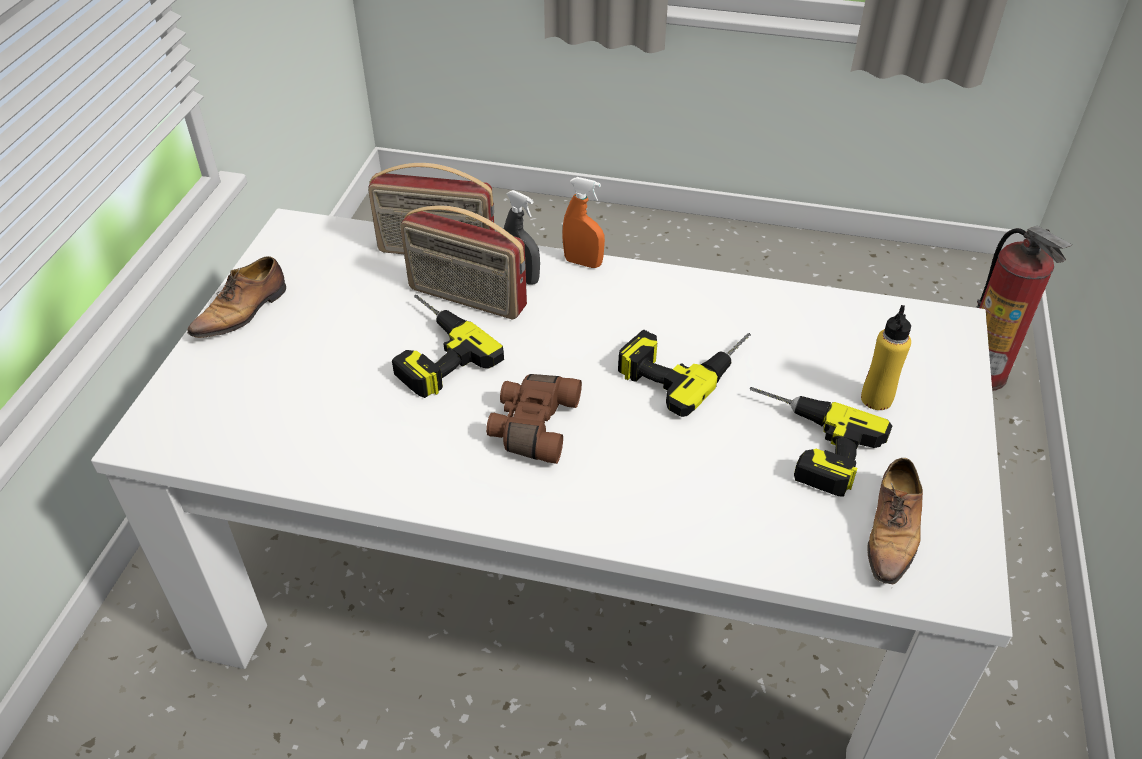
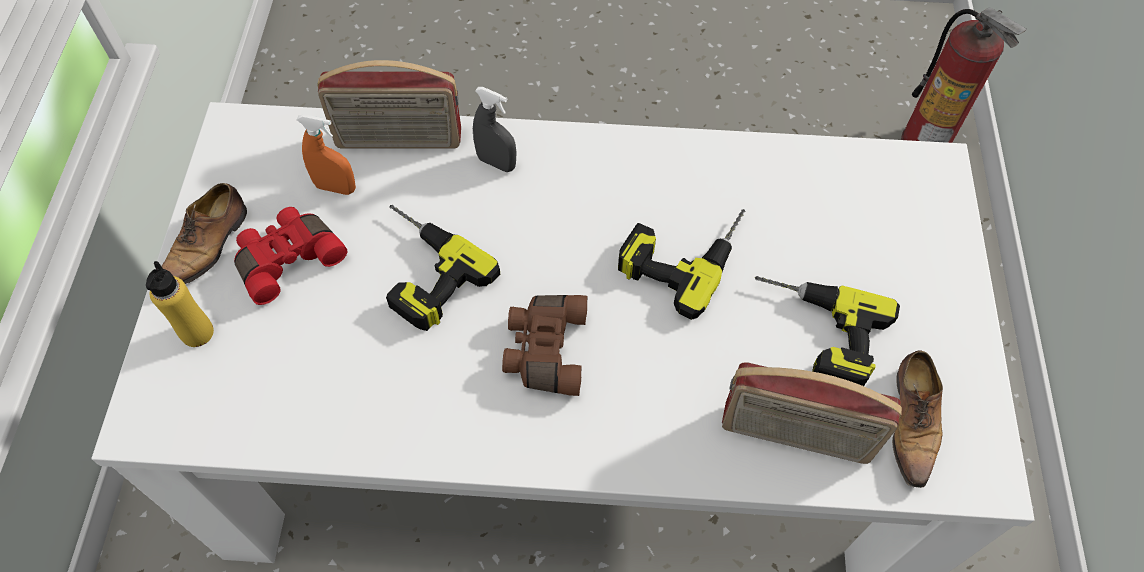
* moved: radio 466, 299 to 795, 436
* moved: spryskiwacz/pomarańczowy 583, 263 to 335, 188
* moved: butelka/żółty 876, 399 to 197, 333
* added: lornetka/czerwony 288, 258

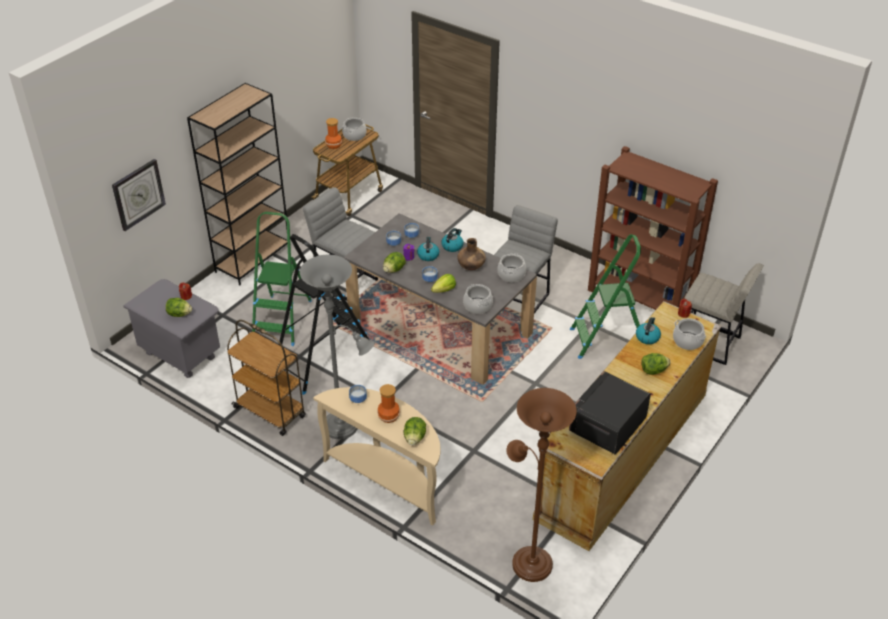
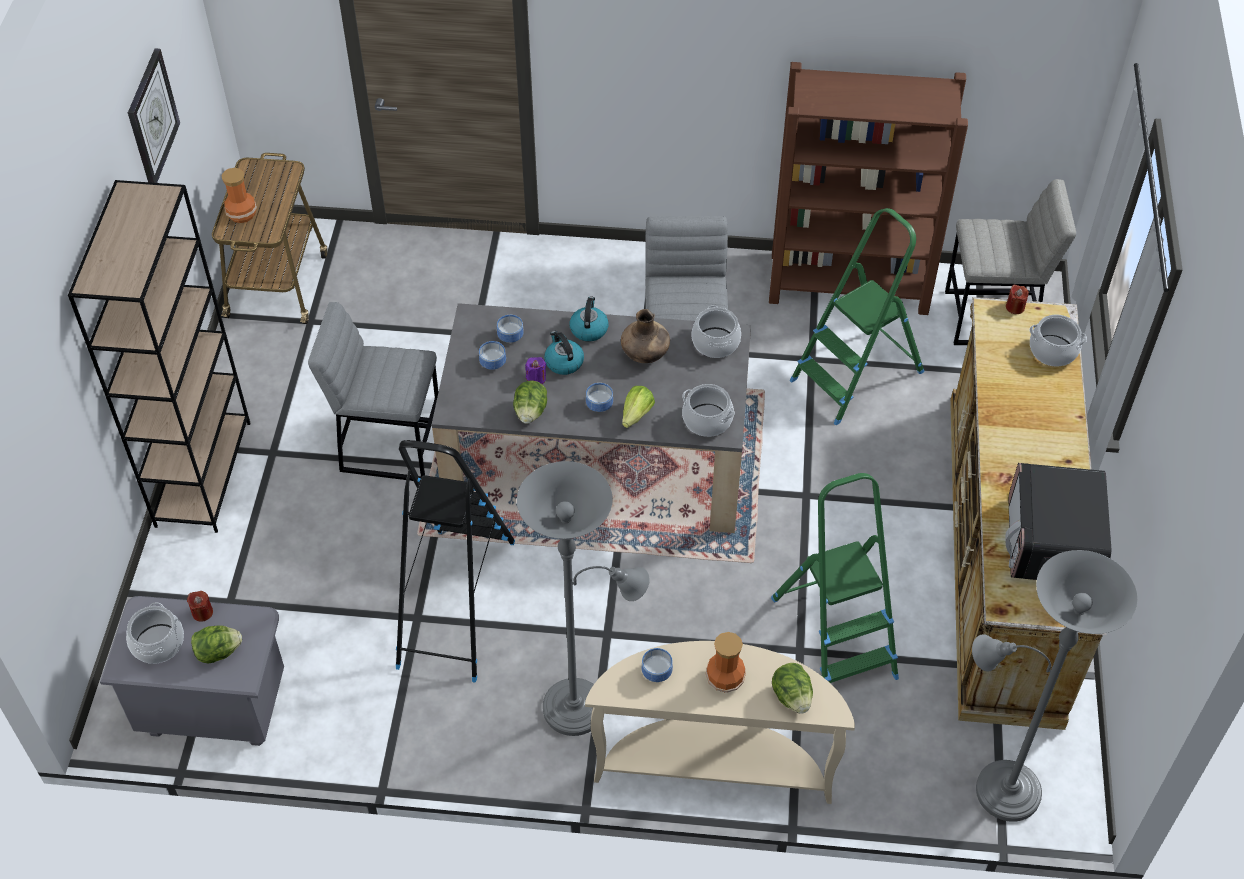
* moved: zegar ścienny 138, 194 to 152, 118
* removed: wózek/brązowy 270, 413
* moved: drabinka/zielony 282, 320 to 834, 638
* moved: garnek 354, 135 to 158, 643
* recoloured: lampa stojąca/brązowy 529, 560 to lampa stojąca/szary 999, 788
* removed: czajnik 647, 337
* removed: sałata 653, 370

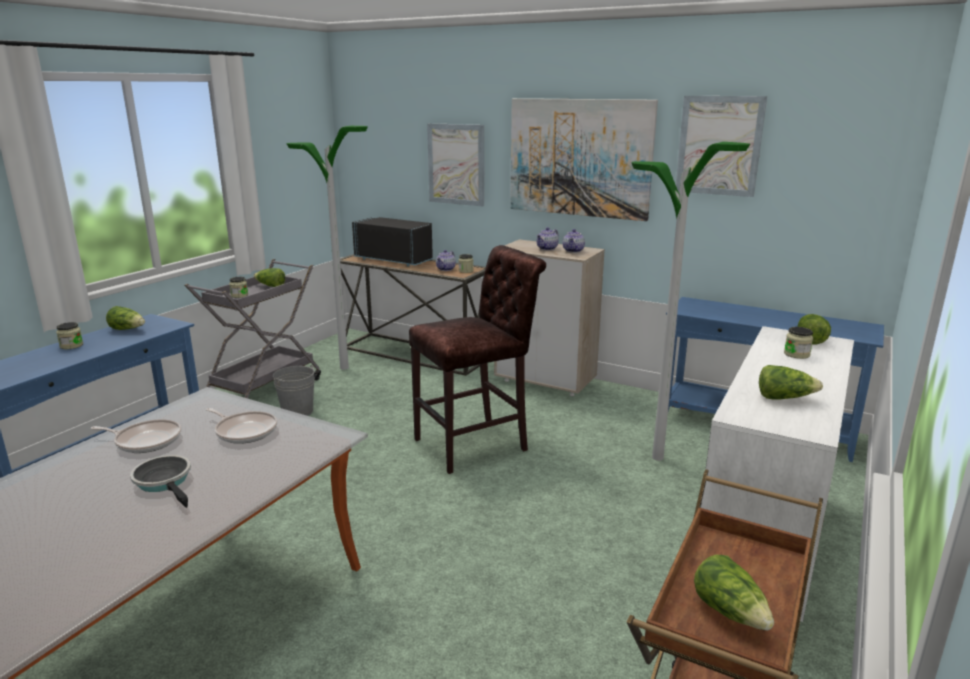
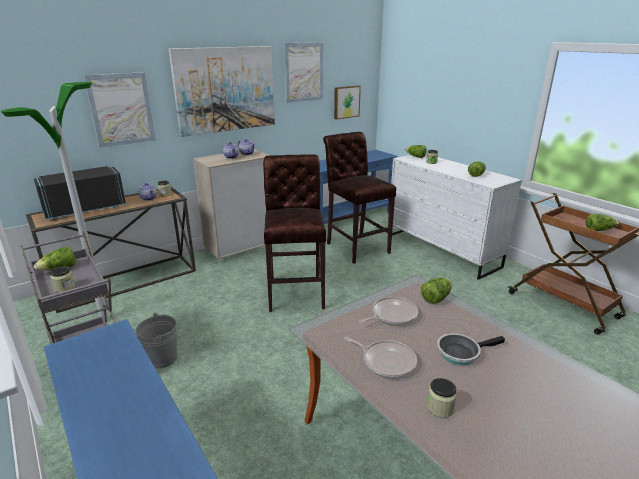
* moved: słoik 71, 346 to 440, 407
* turned: patelnia 146, 441 = 386, 361 90 degrees clockwise
* moved: sałata 128, 329 to 436, 298
* replaced: lampa stojąca 658, 457 to stołek/brązowy 356, 246
* added: obraz 346, 102

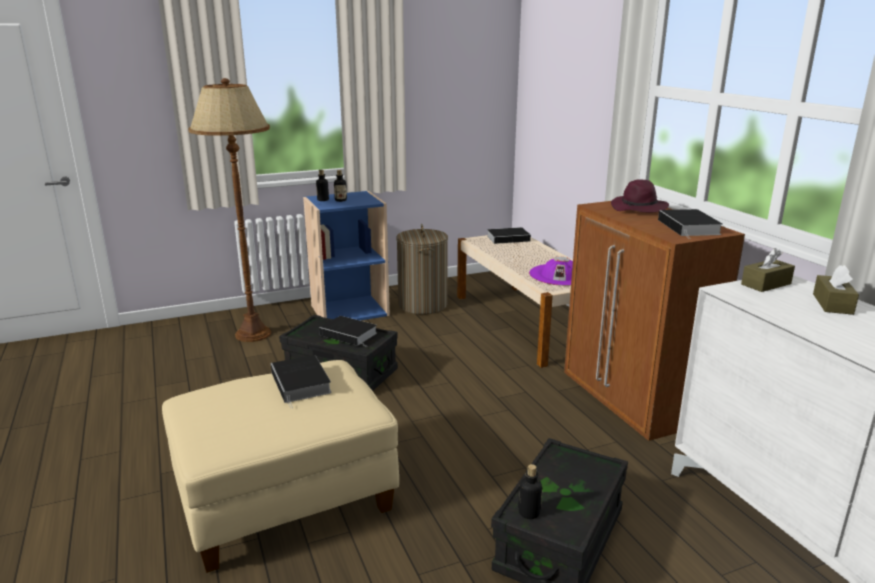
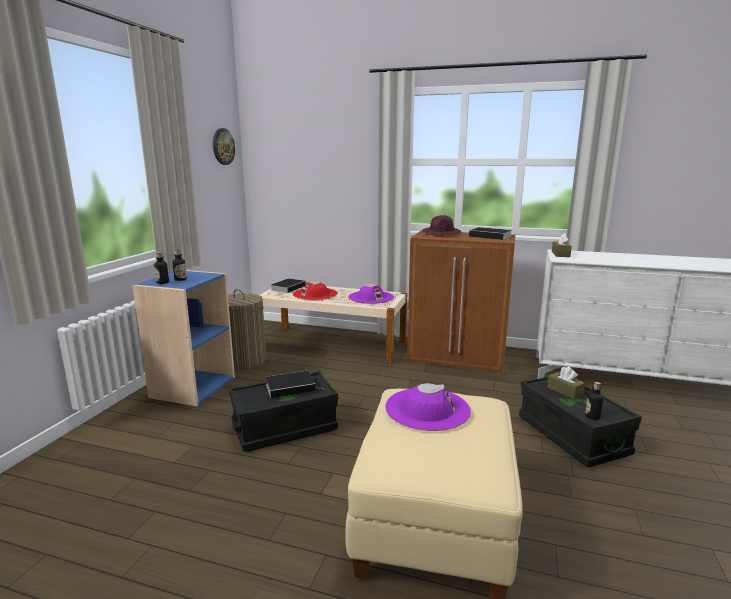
* removed: lampa stojąca/brązowy 252, 334
* replaced: książka 302, 384 to kapelusz/fioletowy 427, 409
* moved: pudełko chusteczek/brązowy 832, 304 to 564, 391
* added: zegar ścienny 223, 146
* added: kapelusz/czerwony 315, 294

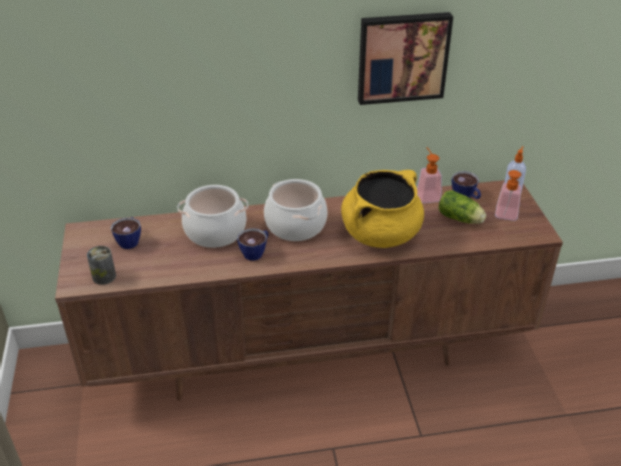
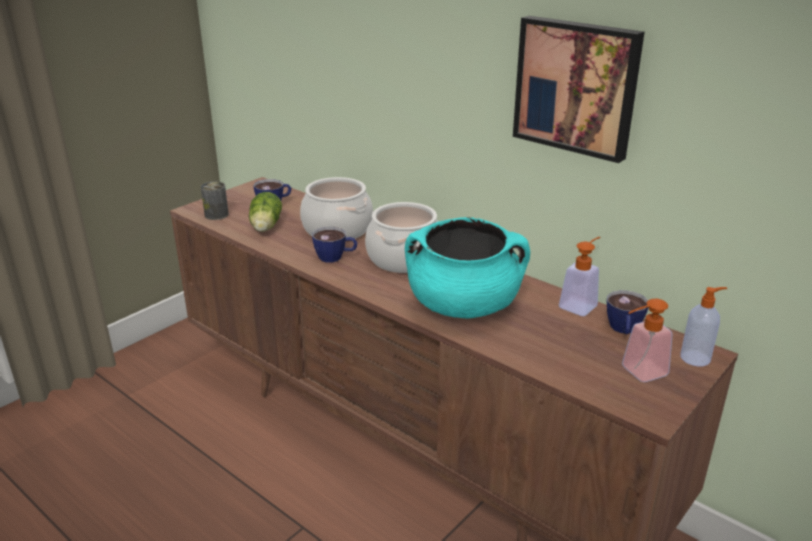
* recoloured: garnek/żółty 381, 234 to garnek/turkusowy 464, 306
* moved: sałata 461, 219 to 265, 227

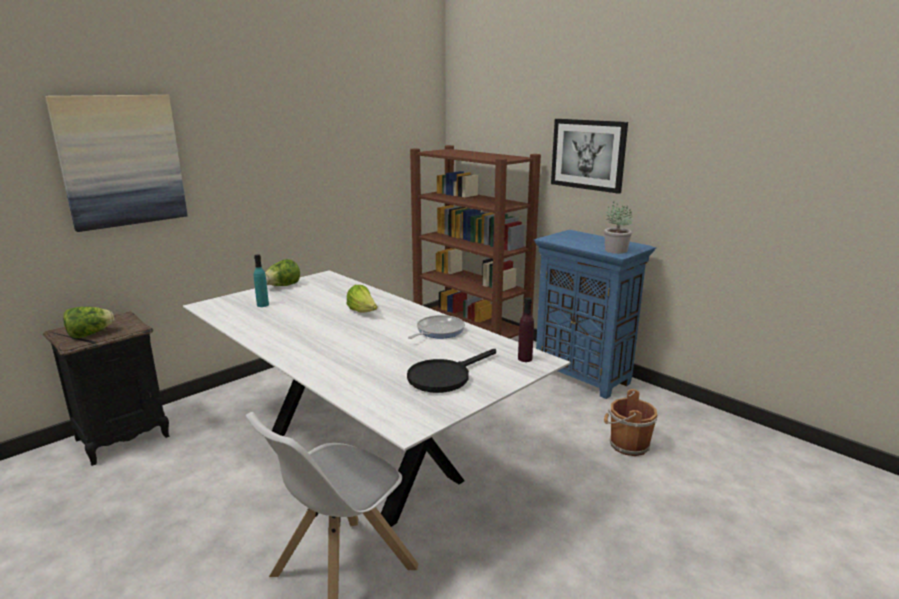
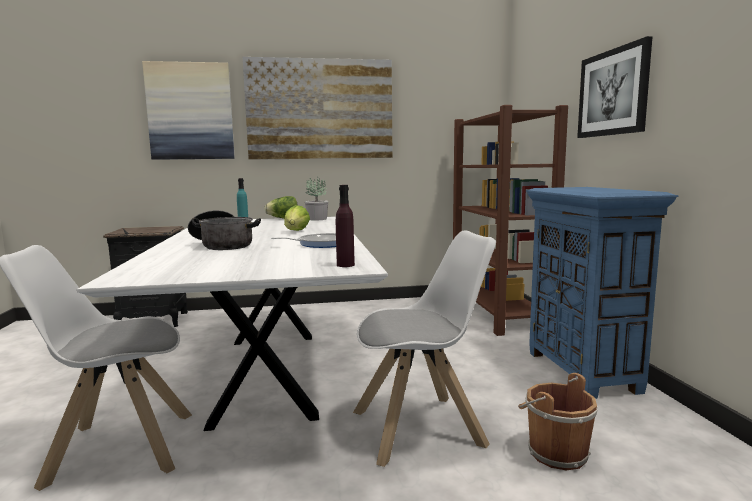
* removed: sałata 90, 334
* removed: patelnia/czarny 445, 376
* moved: roślina doniczkowa 615, 250 to 316, 219
* added: garnek 223, 245
* added: obraz 320, 109
* added: krzesło 421, 428

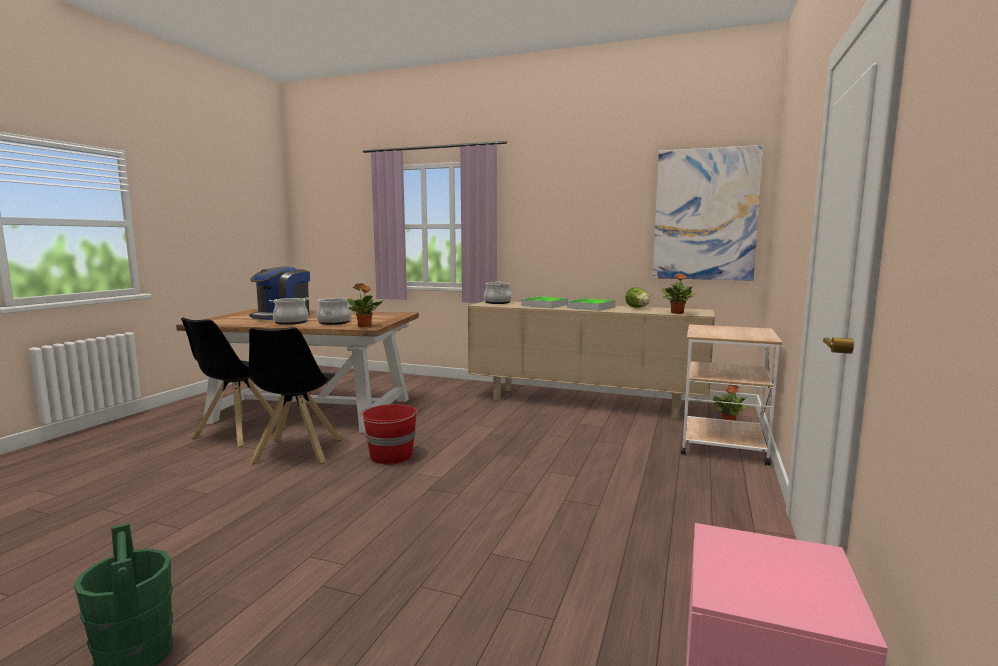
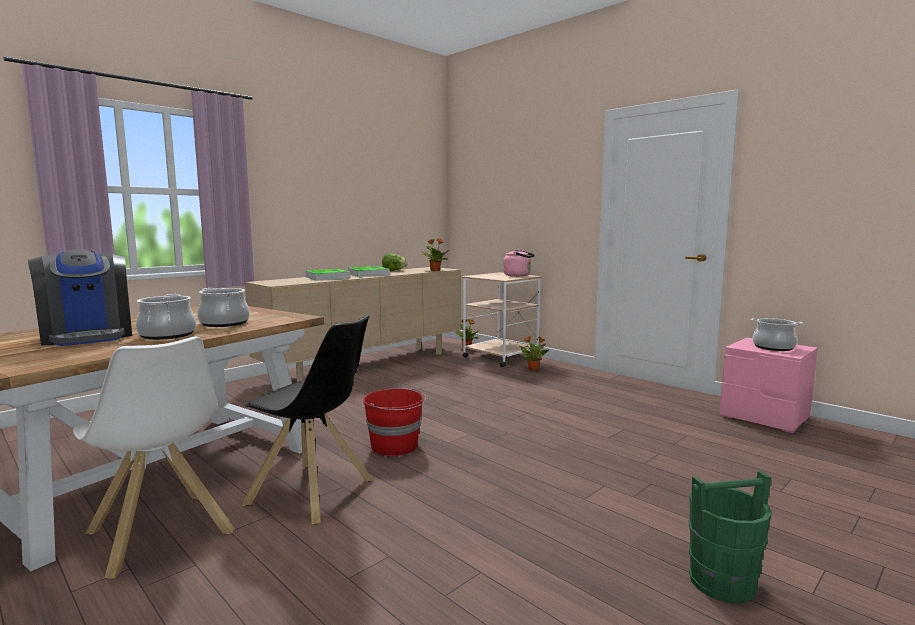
* recoloured: krzesło/czarny 238, 433 to krzesło/biały 161, 534
* moved: roślina doniczkowa 364, 326 to 534, 369
* moved: garnek 497, 302 to 773, 347
* removed: obraz 705, 215
* added: czajnik/różowy 519, 276

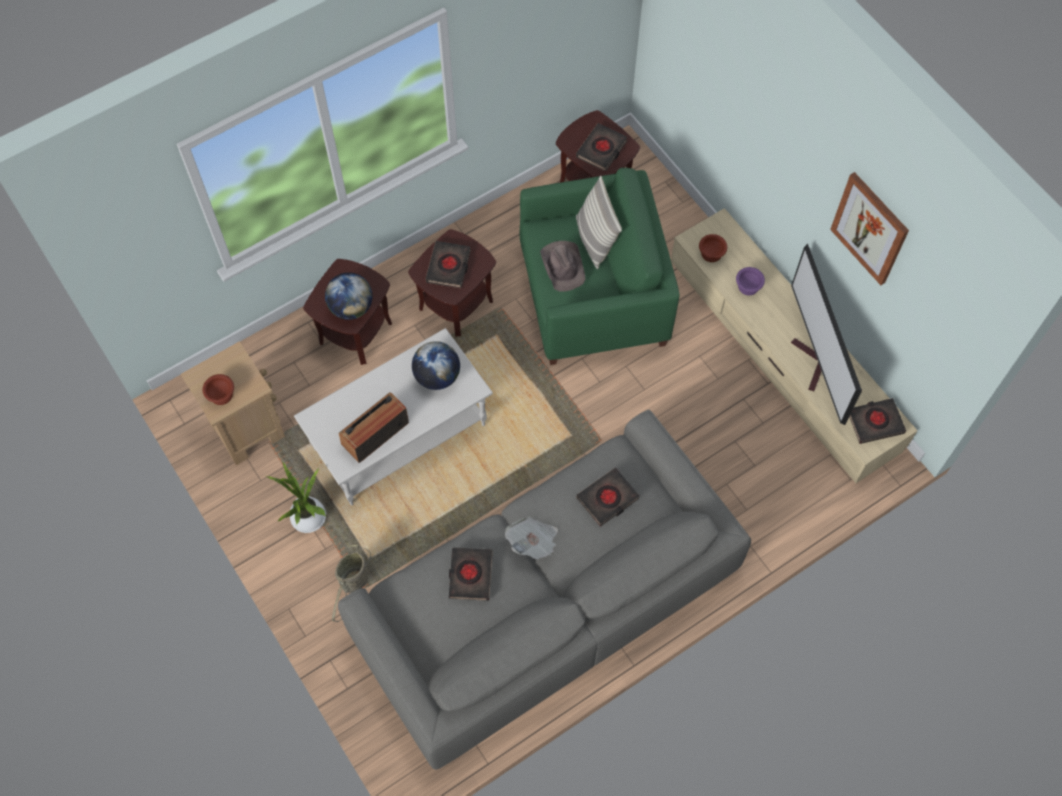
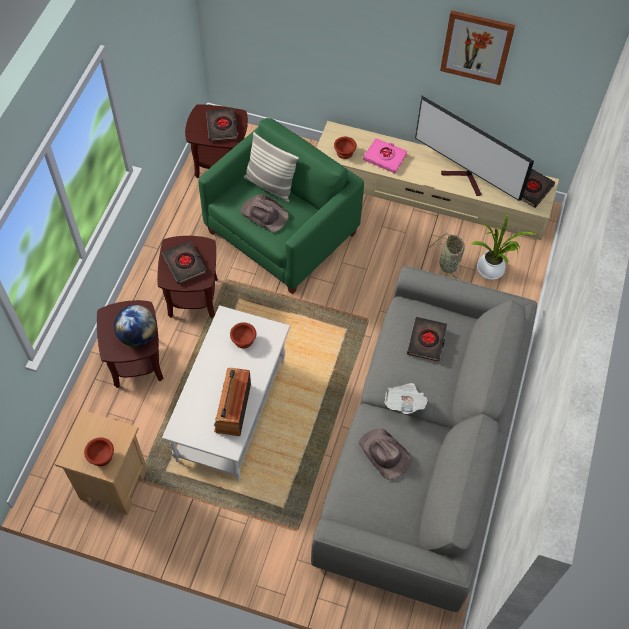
* moved: roślina doniczkowa 308, 520 to 492, 270
* moved: koszyk 353, 582 to 449, 266
* replaced: globus 437, 376 to miska/brązowy 243, 340
* replaced: książka/czarny 470, 575 to kapelusz/brązowy 384, 455
* replaced: miska/fioletowy 748, 285 to książka/różowy 385, 157

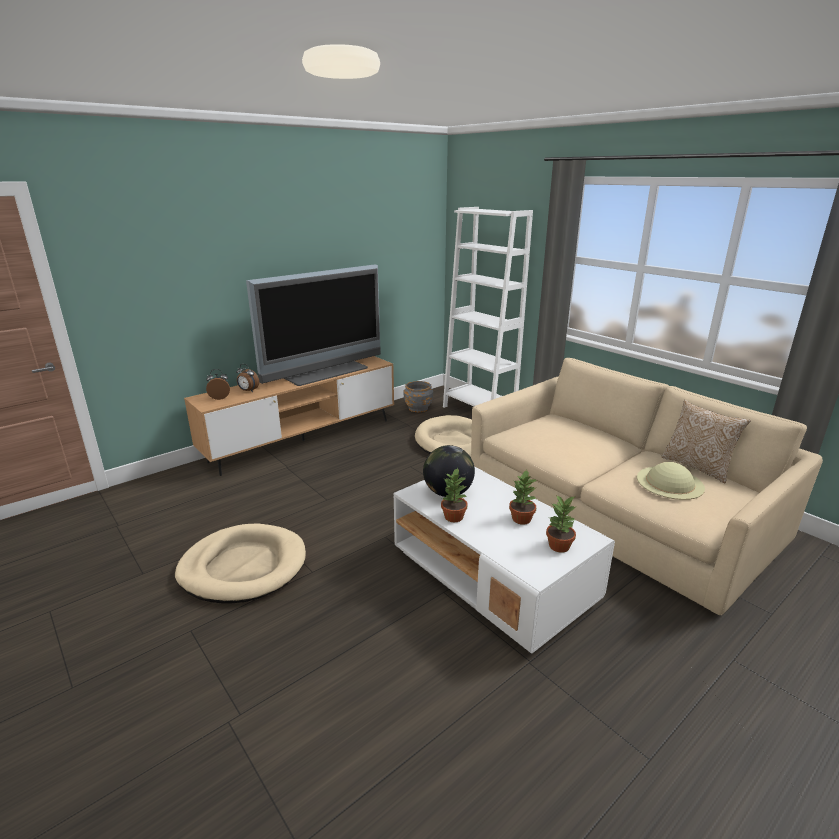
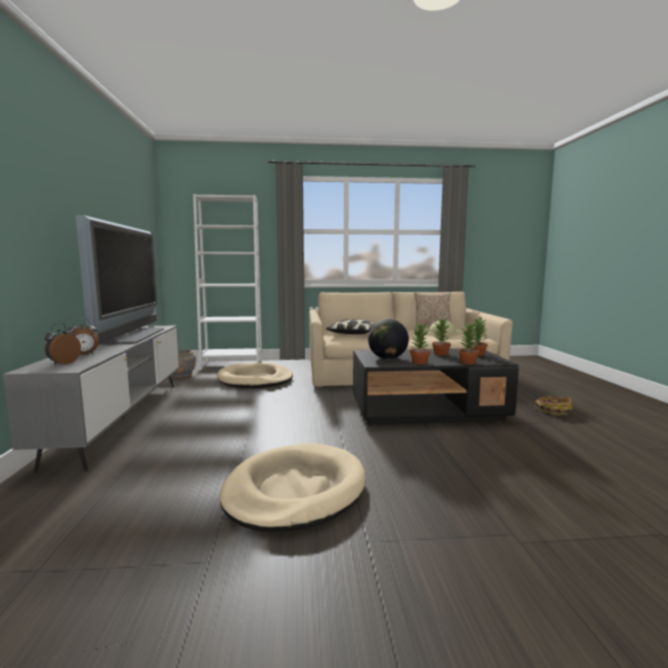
* recoloured: szafka pod telewizor/brązowy 303, 440 to szafka pod telewizor/szary 122, 418
* recoloured: ława/biały 492, 578 to ława/czarny 427, 411
* added: poduszka 352, 333
* added: roślina doniczkowa 468, 362
* added: koszyk 553, 410

